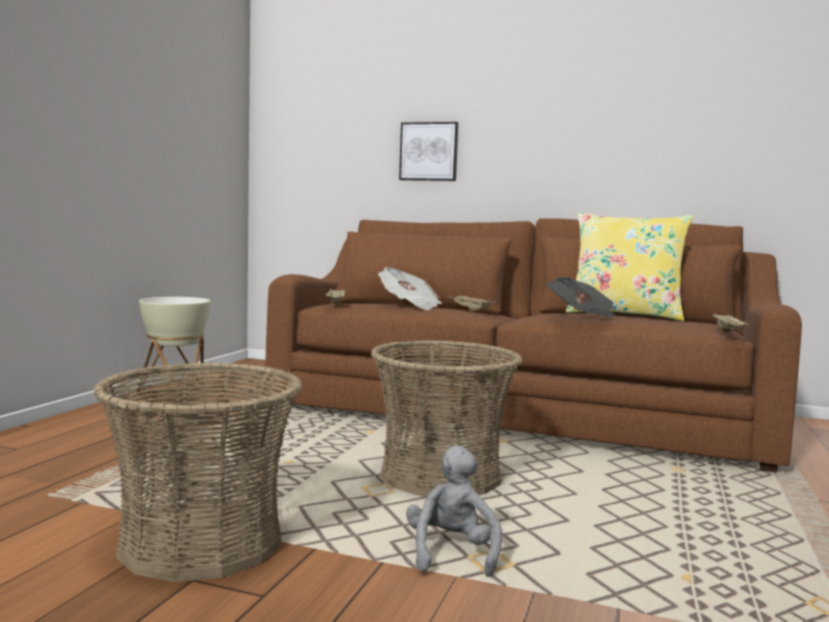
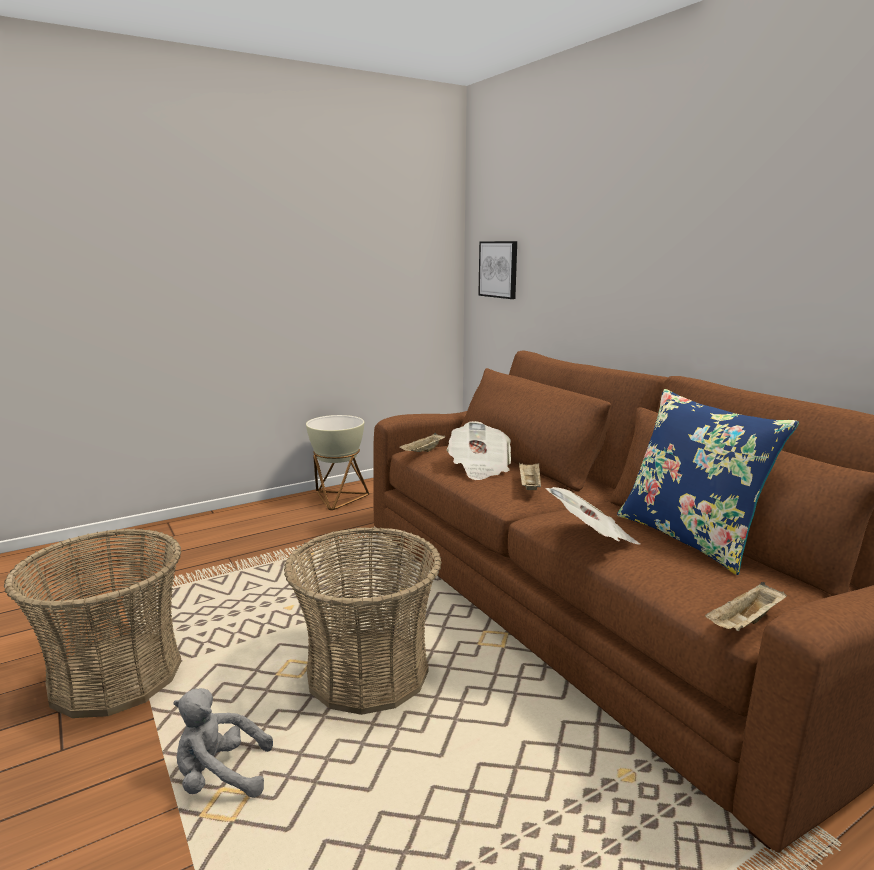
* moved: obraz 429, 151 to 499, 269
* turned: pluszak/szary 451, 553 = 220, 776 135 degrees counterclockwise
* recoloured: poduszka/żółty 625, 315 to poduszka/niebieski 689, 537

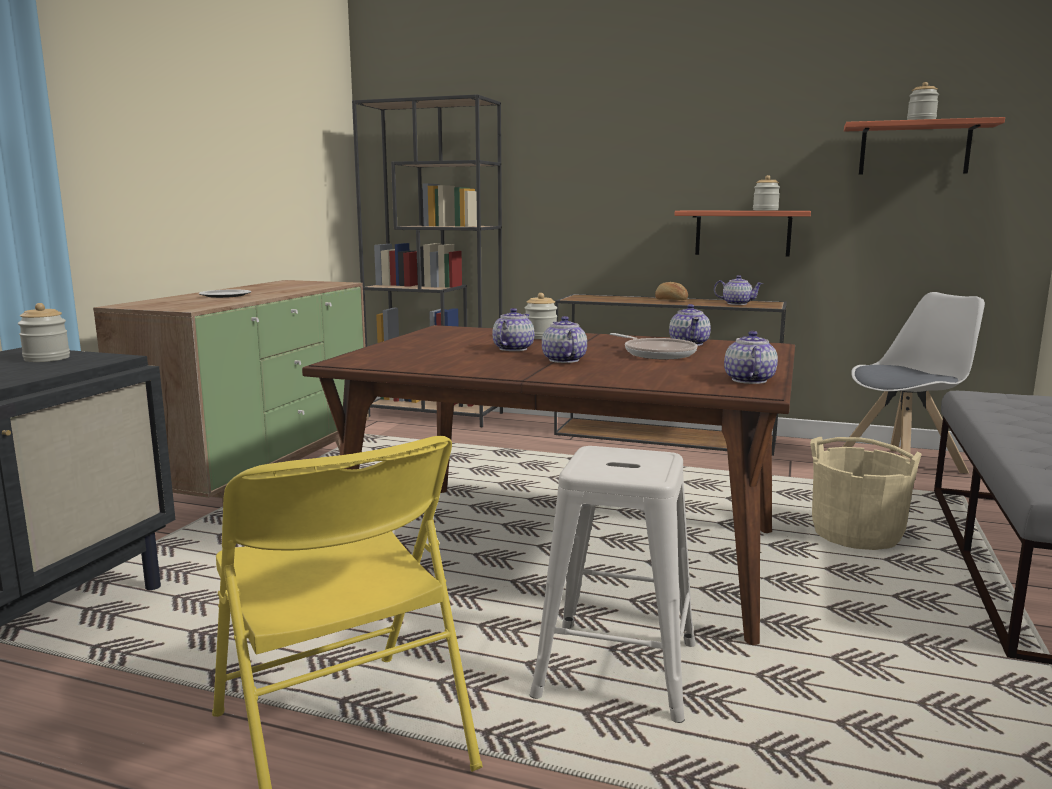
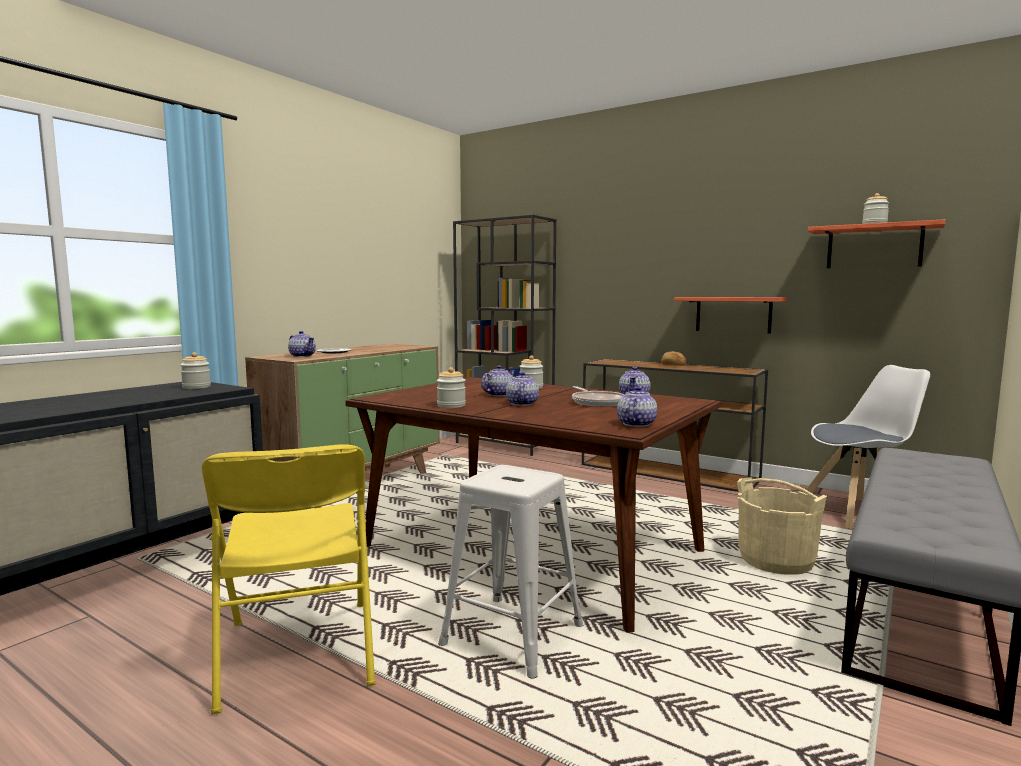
* moved: imbryk 736, 303 to 302, 356
* moved: słoik 765, 210 to 451, 405

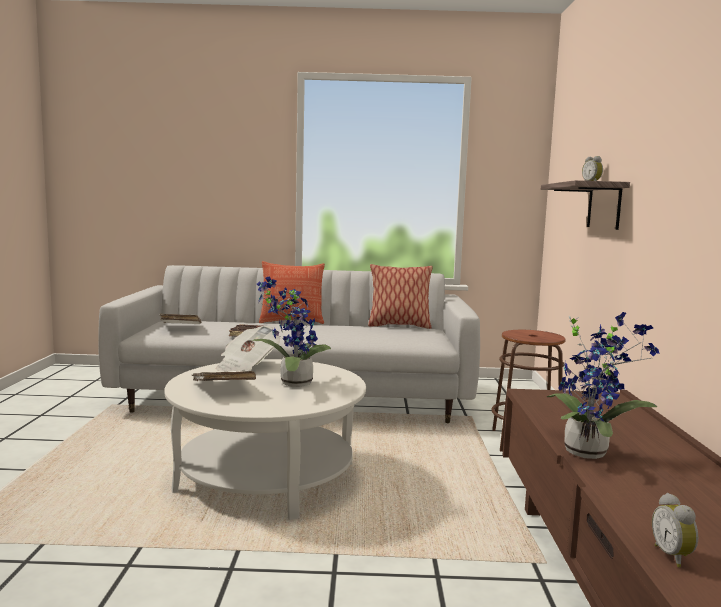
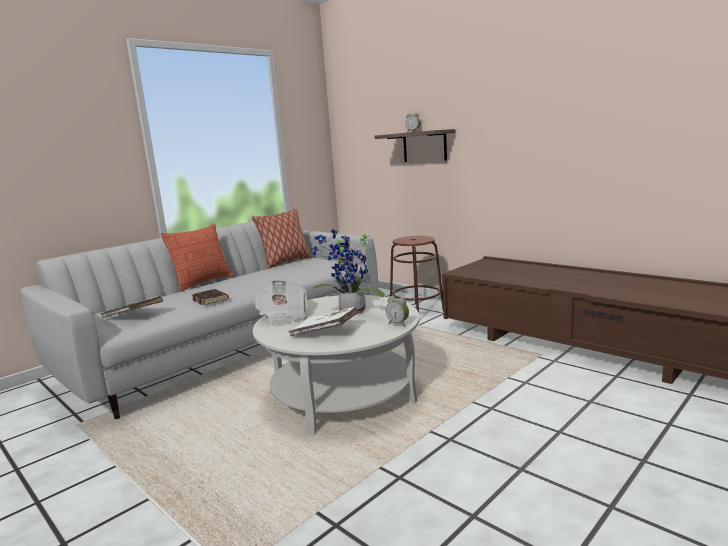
* removed: roślina doniczkowa 590, 451
* moved: budzik 673, 556 to 399, 324

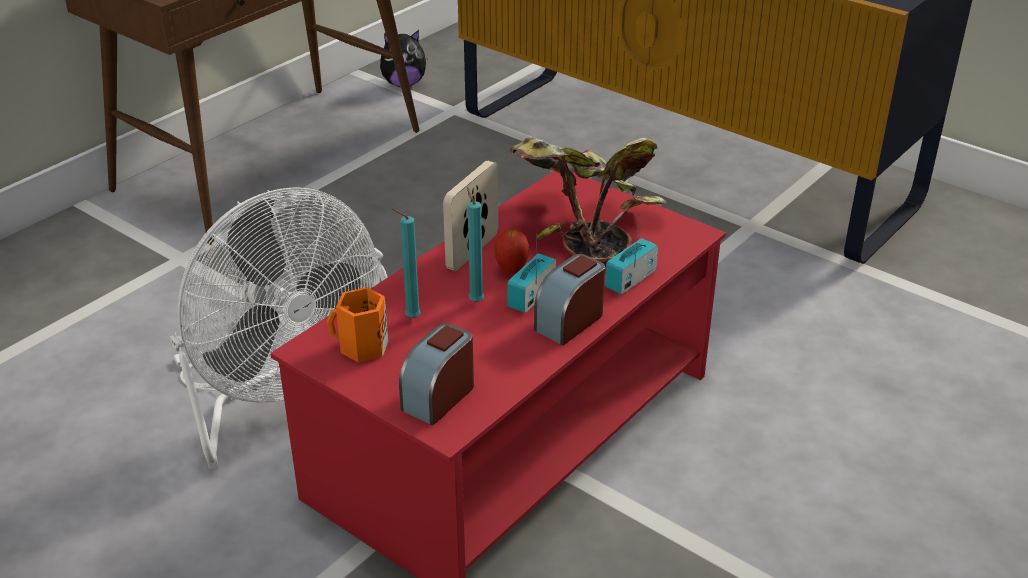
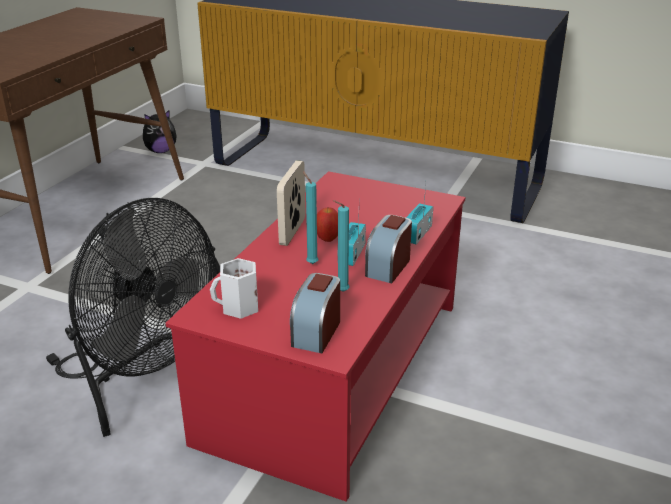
* recoloured: wentylator/biały 279, 398 to wentylator/czarny 143, 374
* recoloured: kubek/pomarańczowy 362, 348 to kubek/biały 239, 308
* moved: świeca/turkusowy 410, 318 to 340, 292
* removed: roślina doniczkowa 581, 227

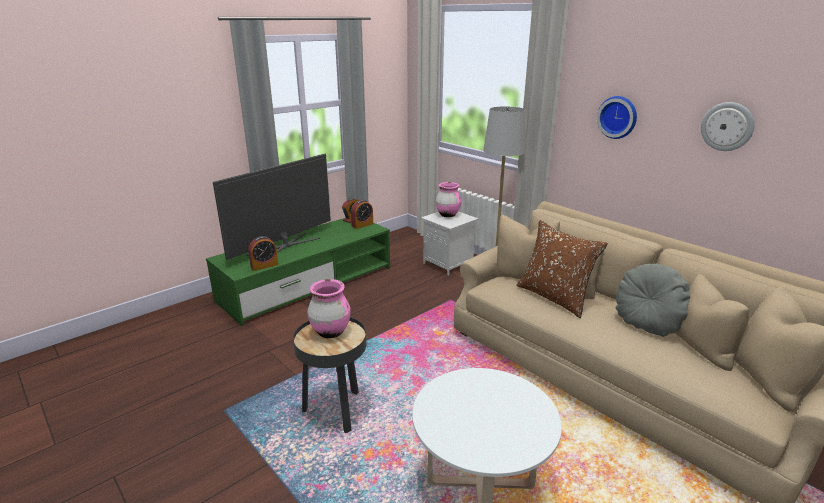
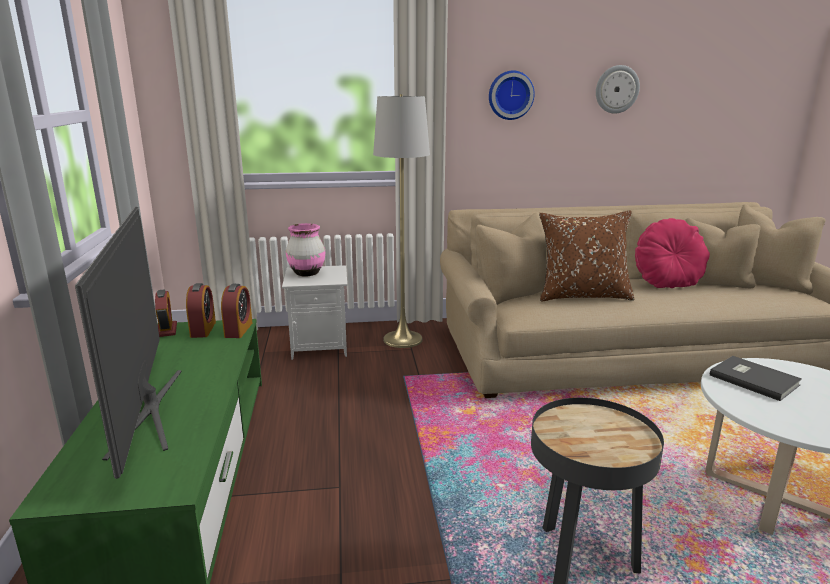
* moved: budzik 264, 265 to 238, 330
* removed: wazon/różowy 330, 332
* recoloured: poduszka/szary 646, 326 to poduszka/różowy 666, 285
* added: książka/szary 753, 379

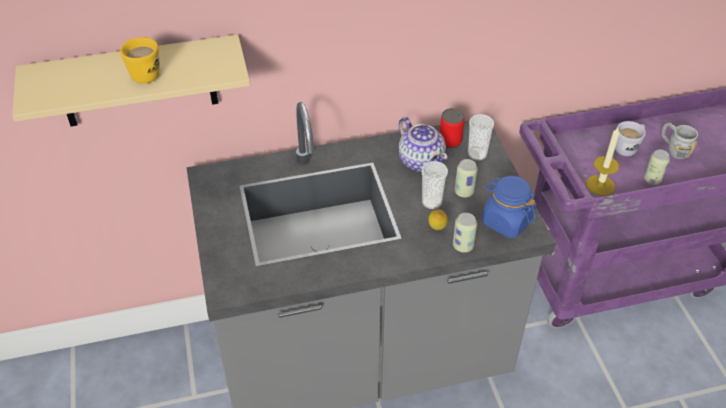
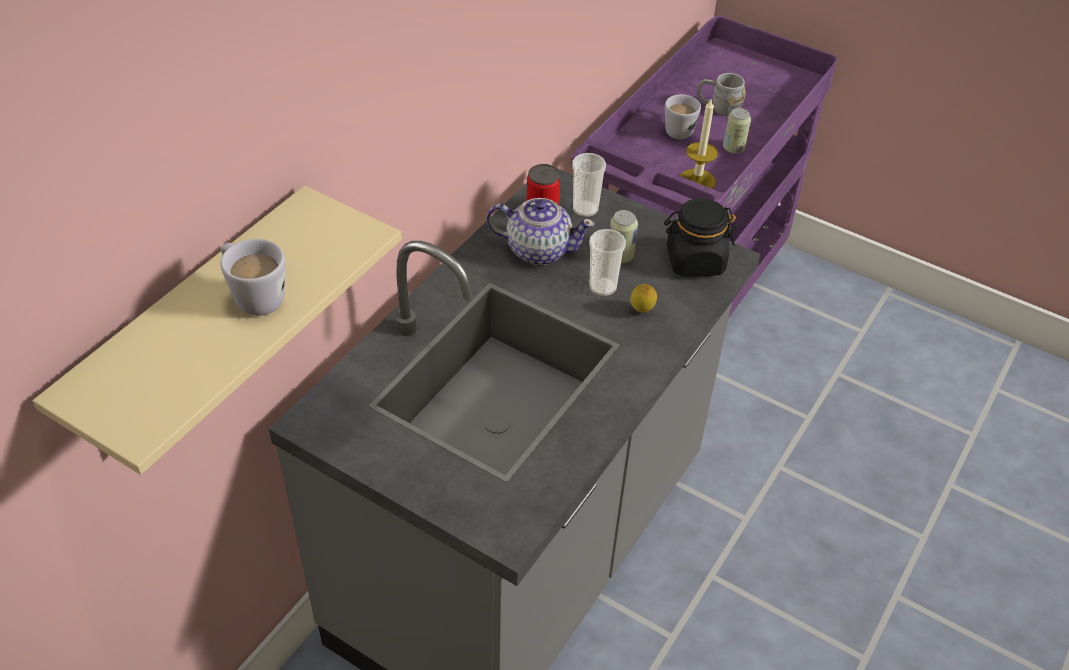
* recoloured: kubek/żółty 147, 72 to kubek/biały 254, 296
* removed: puszka 463, 246
* recoloured: słoik/niebieski 506, 221 to słoik/czarny 694, 261

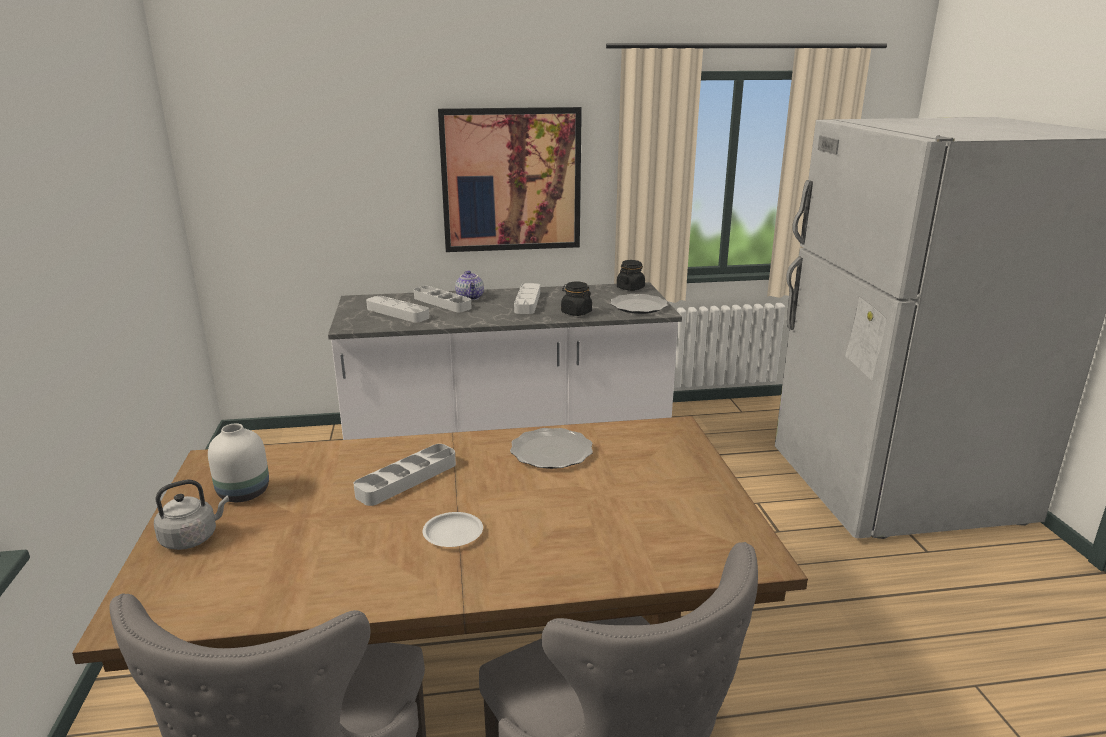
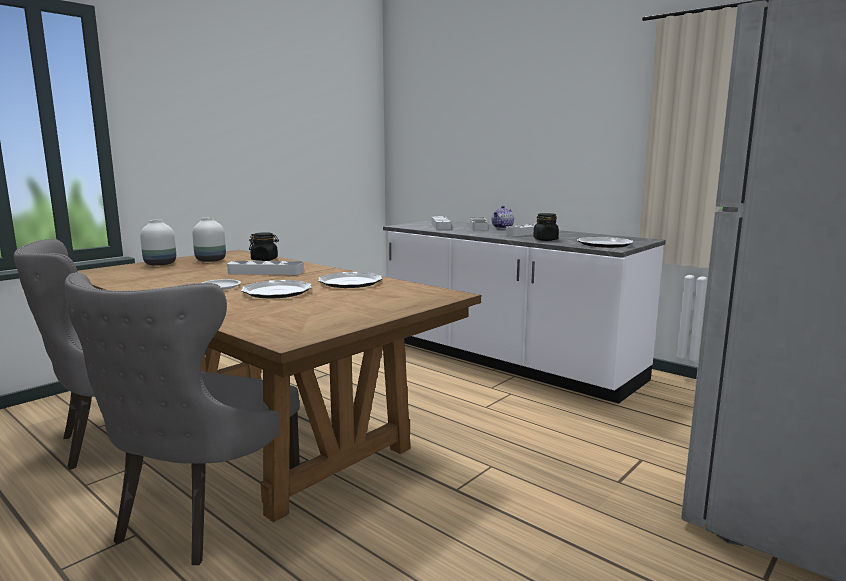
* replaced: czajnik/szary 192, 538 to wazon/biały 161, 264
* removed: obraz 511, 180
* moved: słoik/czarny 630, 288 to 264, 259
* added: talerz 277, 292

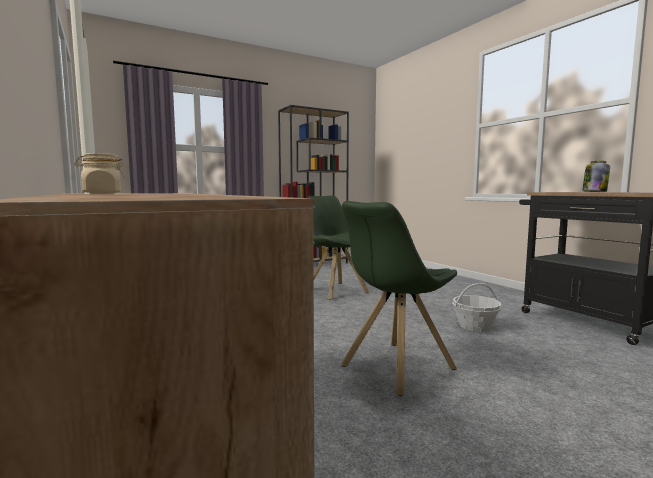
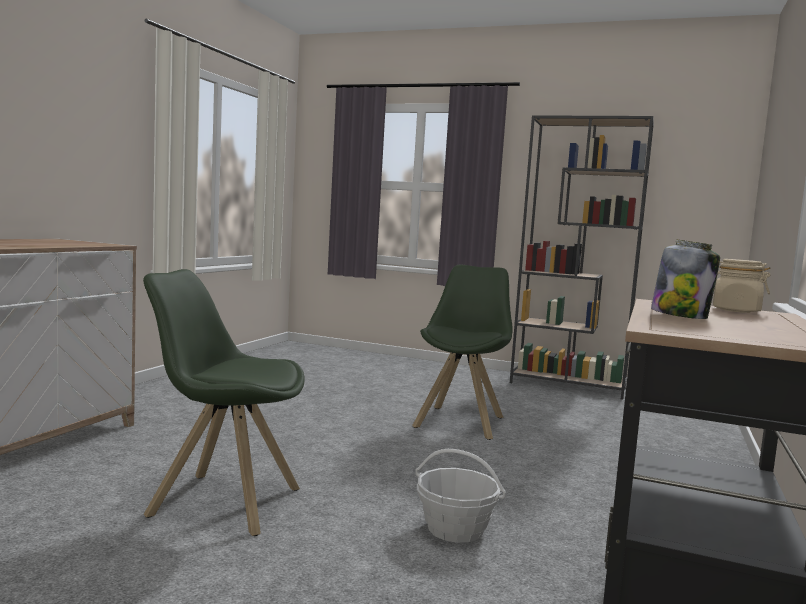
* moved: słoik/beżowy 102, 193 to 735, 310

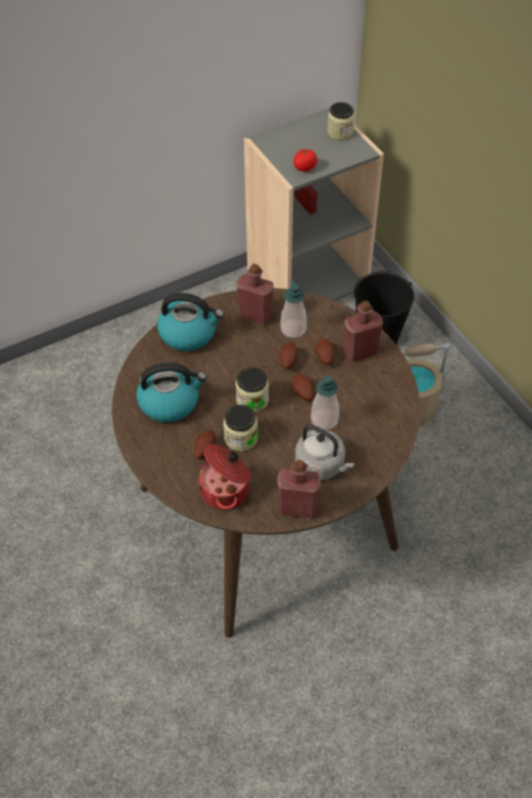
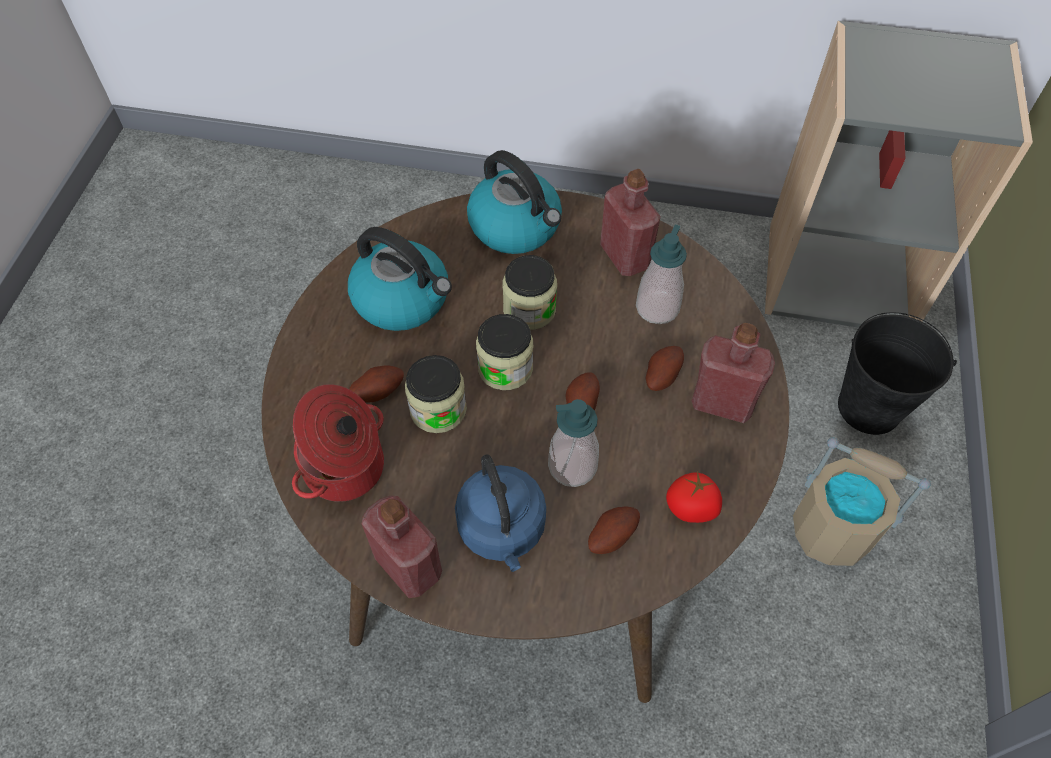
* moved: ziemniak 287, 361 to 611, 536
* moved: pomidor 305, 168 to 692, 507
* recoloured: czajnik/szary 322, 465 to czajnik/niebieski 503, 530
* moved: słoik 340, 132 to 529, 309

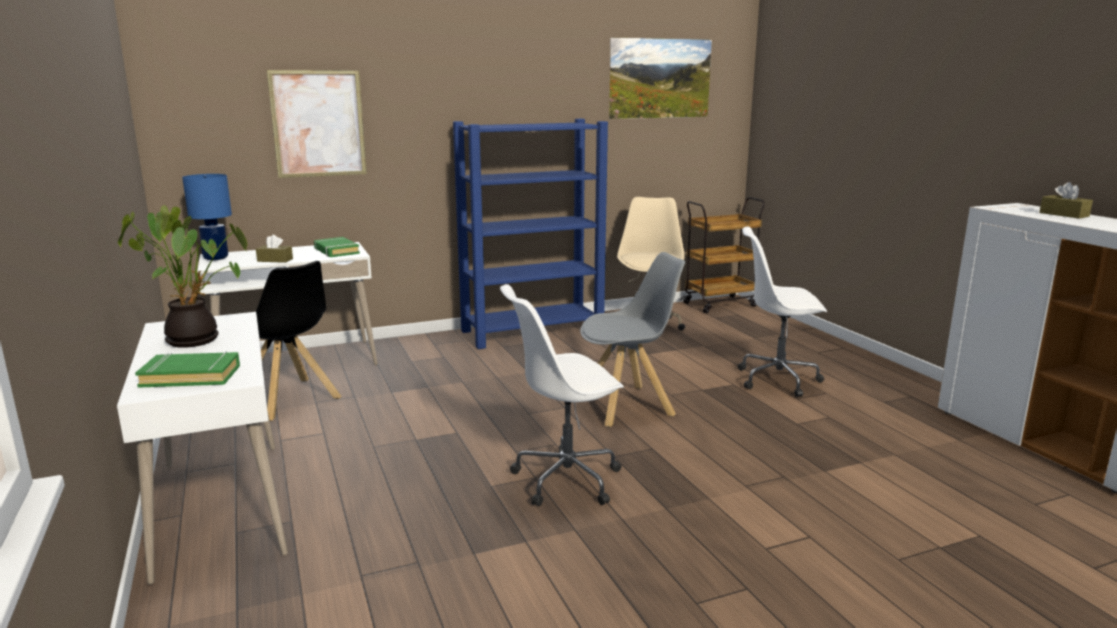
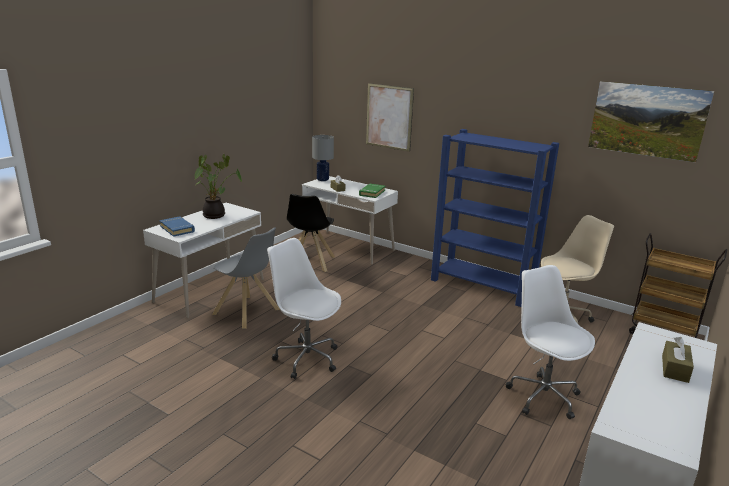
* recoloured: książka/zielony 191, 376 to książka/niebieski 177, 229
* recoloured: lampa stołowa/niebieski 216, 259 to lampa stołowa/szary 322, 180
* moved: krzesło/szary 627, 405 to 247, 312

